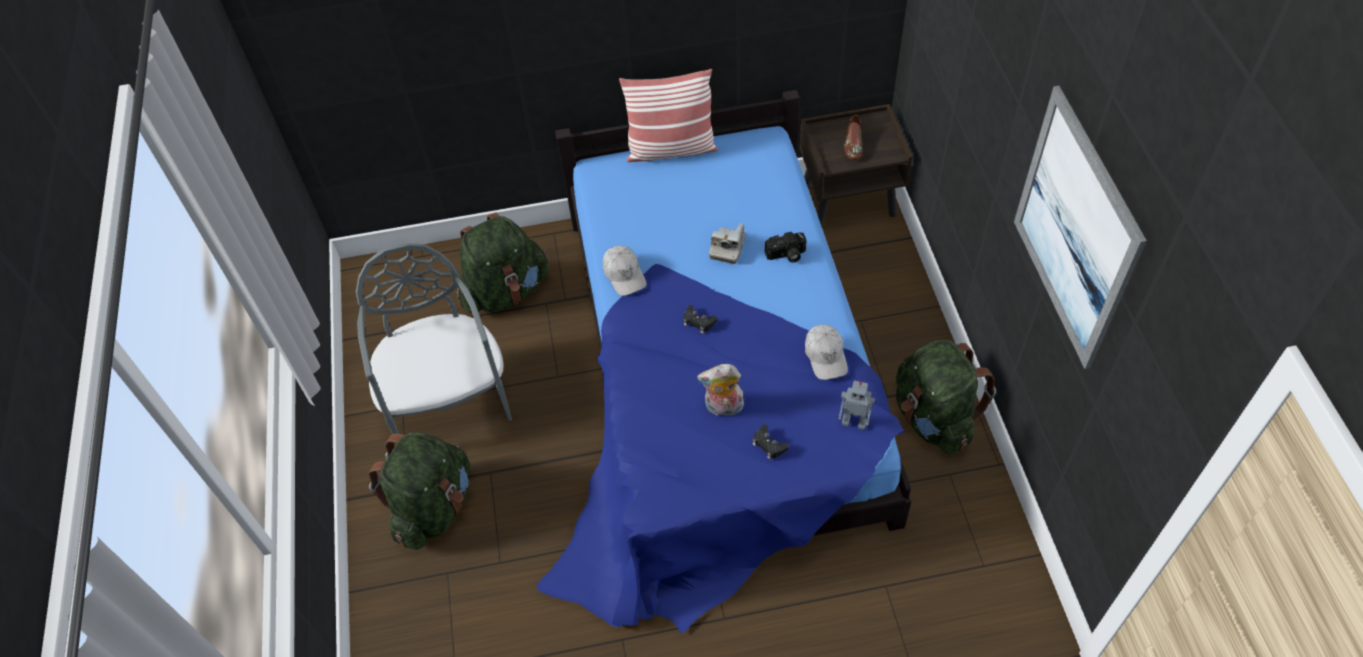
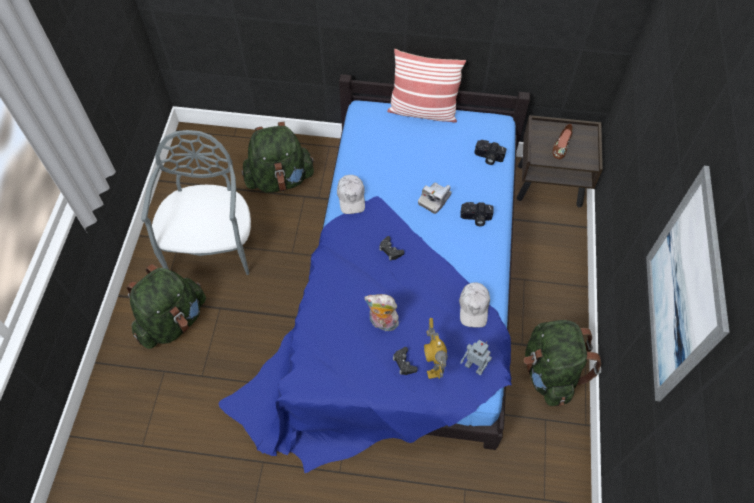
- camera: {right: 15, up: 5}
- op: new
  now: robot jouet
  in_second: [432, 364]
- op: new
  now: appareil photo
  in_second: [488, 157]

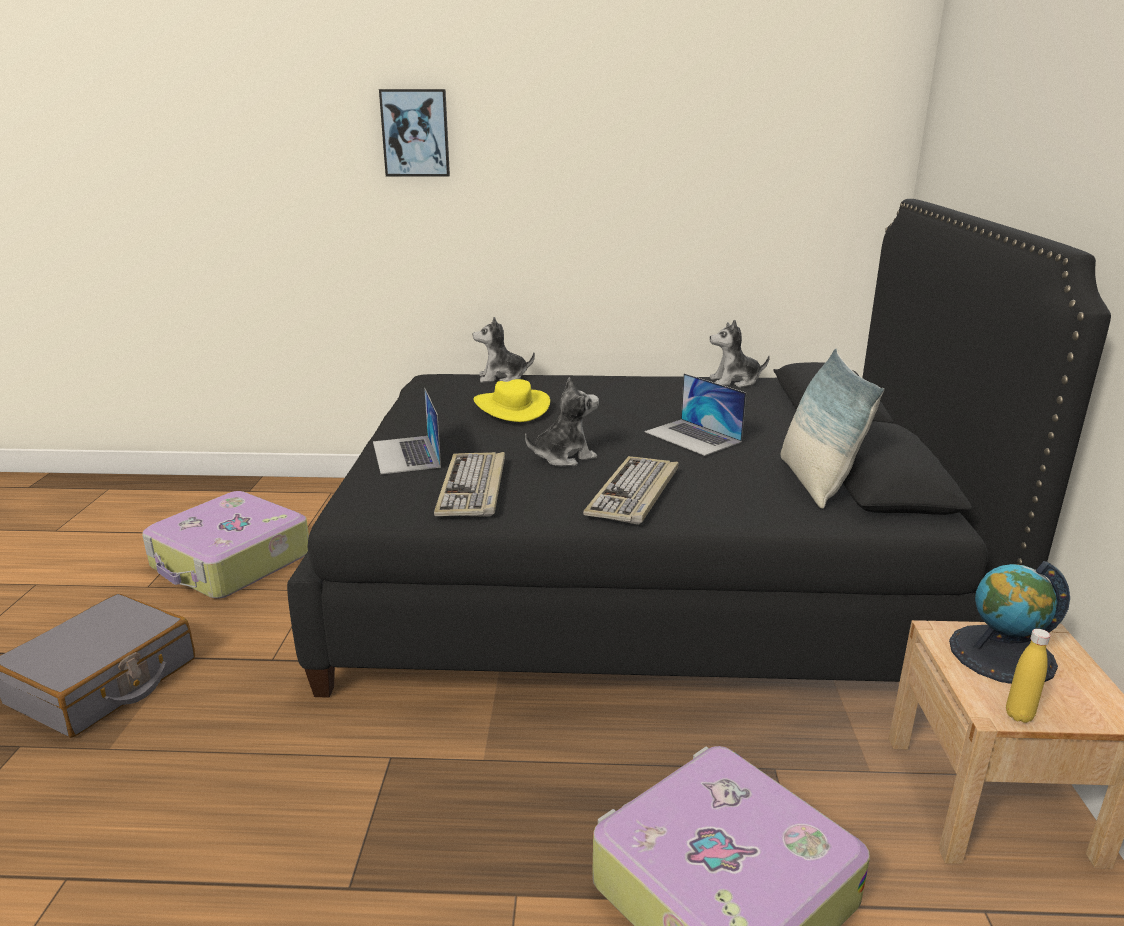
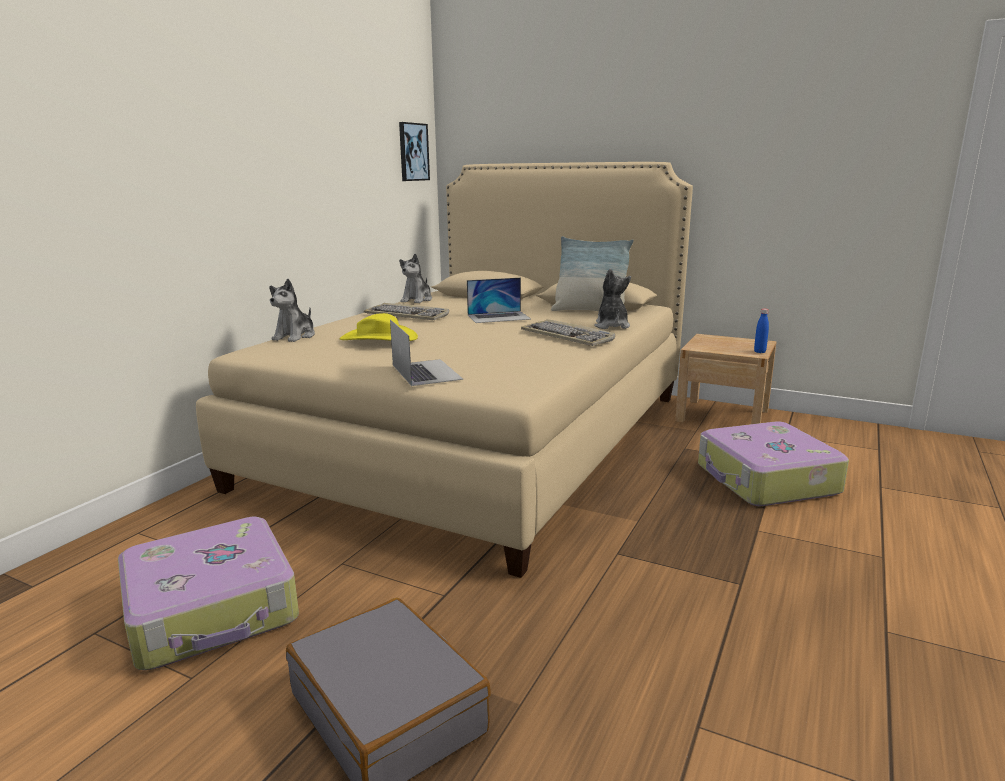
- camera: {right: -65, up: -5}
- op: repainted
  was: lit [noir]
  now: lit [beige]
  in_first: [641, 579]
  in_second: [479, 437]
- op: shifted
  was: clavier
  in_first: [473, 488]
  in_second: [408, 315]
- op: rotated
  was: ordinateur portable
  in_first: [406, 454]
  in_second: [426, 372]
  clockwise: -120
- op: shifted
  was: tableau
  in_first: [415, 133]
  in_second: [413, 152]
- op: shifted
  was: peluche
  in_first: [563, 457]
  in_second: [611, 326]
- op: repainted
  was: bouteille [jaune]
  now: bouteille [bleu]
  in_first: [1019, 715]
  in_second: [759, 352]
- op: gone
  was: globe
  in_first: [1002, 654]

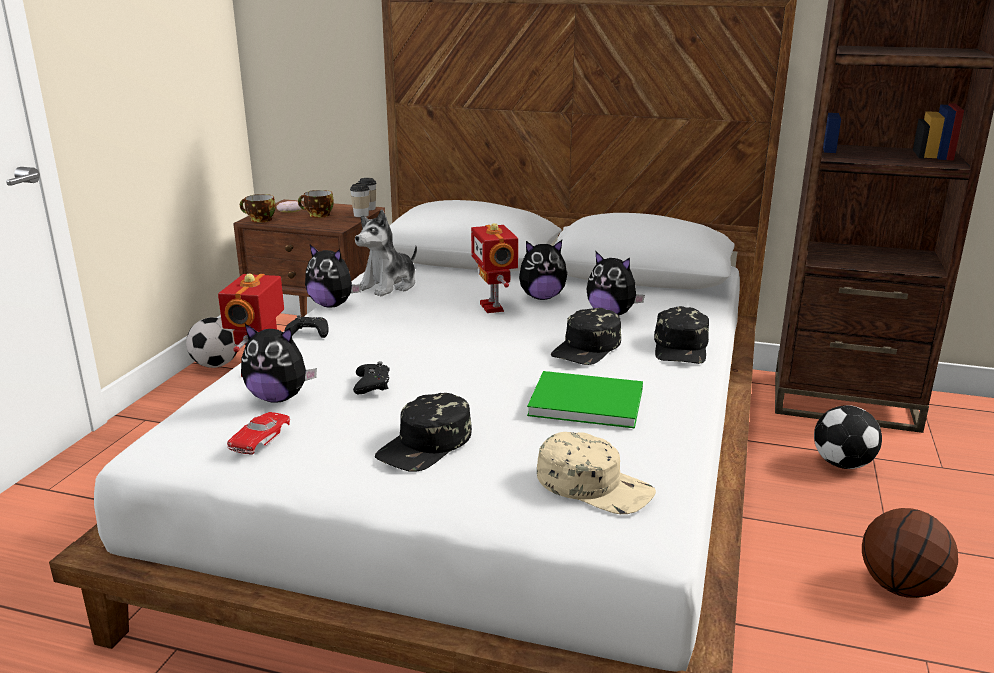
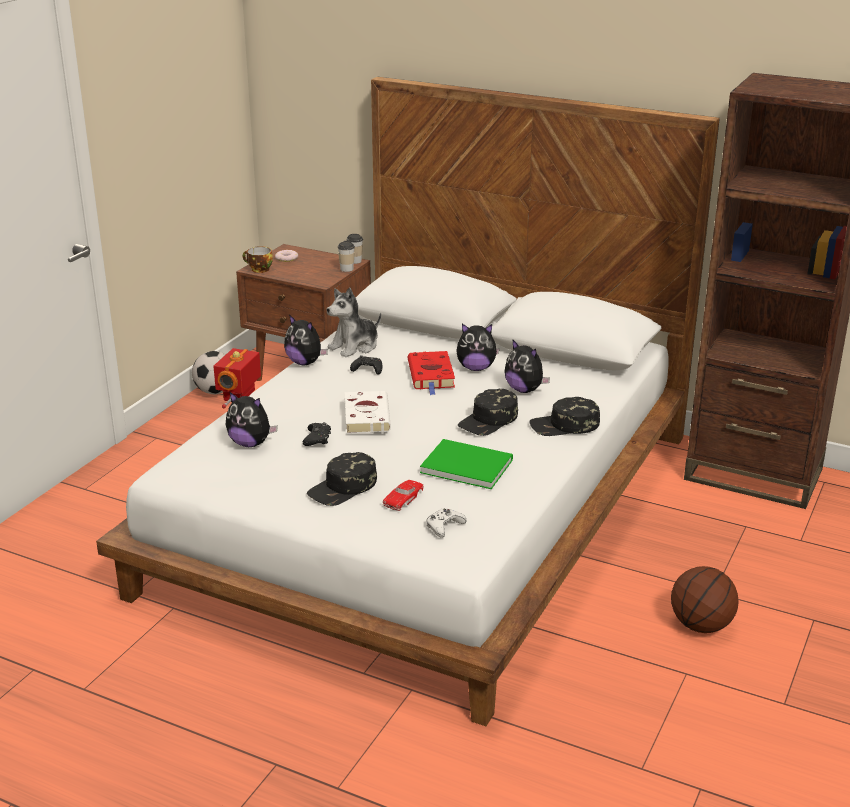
- camera: {right: 10, up: 5}
- op: new
  now: livre [blanc]
  in_second: [366, 415]
- op: shifted
  was: manette [noir]
  in_first: [309, 333]
  in_second: [367, 369]
- op: shifted
  was: petite voiture [rouge]
  in_first: [260, 437]
  in_second: [403, 498]
- op: swapped
  was: robot jouet
  now: livre [rouge]
  in_first: [493, 307]
  in_second: [431, 375]
- op: swapped
  was: casquette [beige]
  now: manette [blanc]
  in_first: [594, 485]
  in_second: [444, 526]
- op: rotated
  was: casquette [noir]
  in_first: [681, 347]
  in_second: [564, 425]
  clockwise: 60
- op: gone
  was: tasse
  in_first: [318, 215]
- op: gone
  was: ballon de foot
  in_first: [843, 464]

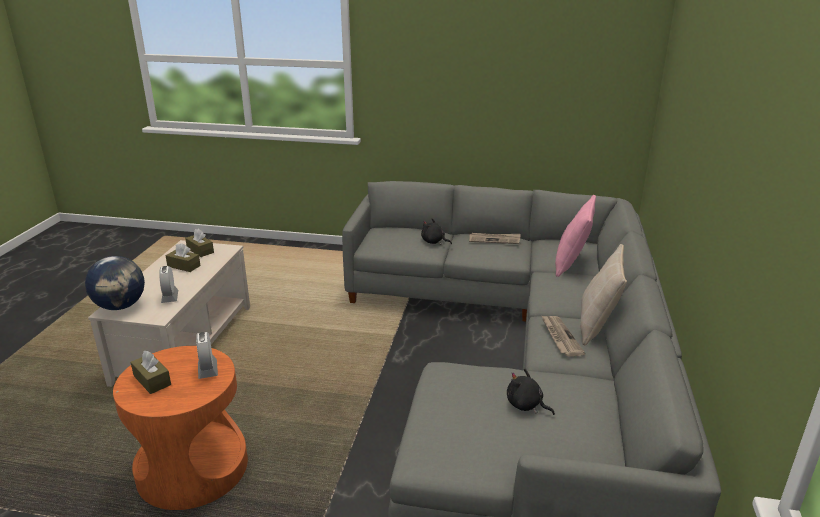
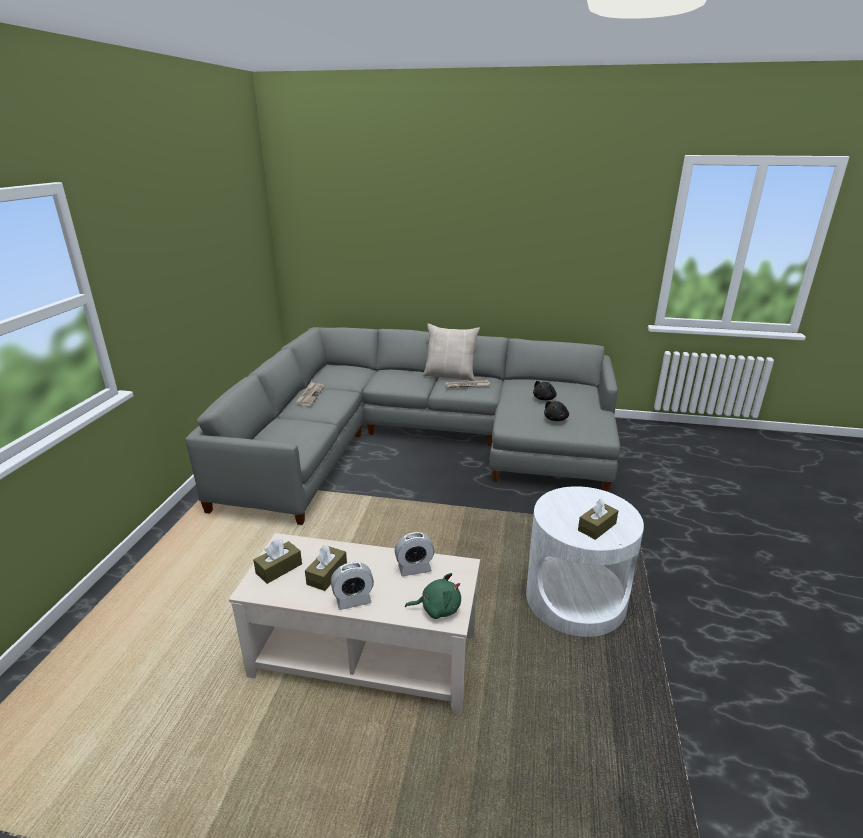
- camera: {right: -90, up: 0}
- op: shifted
  was: réveil
  in_first: [207, 369]
  in_second: [353, 600]
- op: swapped
  was: globe
  now: peluche [vert]
  in_first: [121, 306]
  in_second: [437, 608]
- op: repainted
  was: table d'appoint [orange]
  now: table d'appoint [blanc]
  in_first: [193, 469]
  in_second: [575, 599]
- op: shifted
  was: peluche [noir]
  in_first: [434, 242]
  in_second: [556, 419]
- op: gone
  was: coussin [rose]
  in_first: [571, 263]

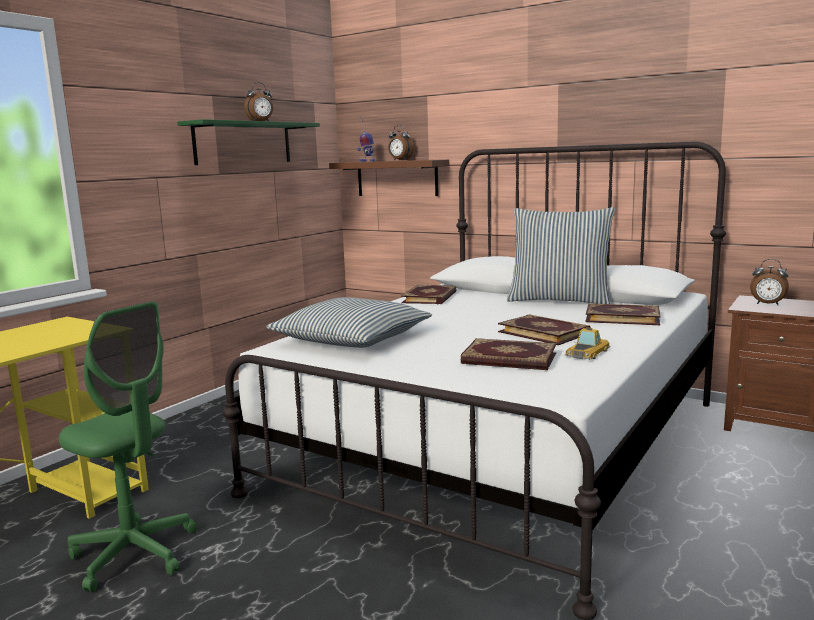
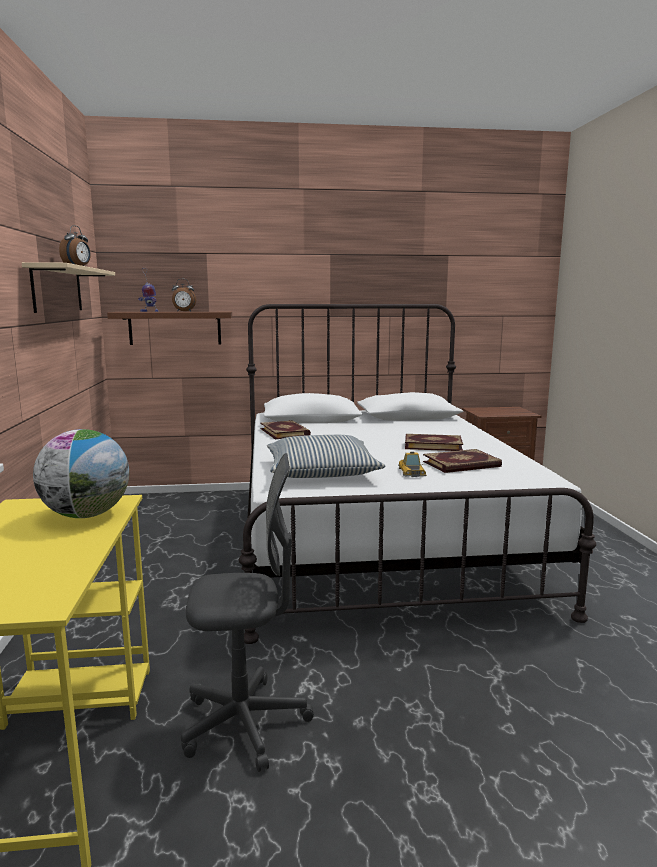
- camera: {right: -40, up: 0}
- op: repainted
  was: étagère [vert]
  now: étagère [beige]
  in_first: [243, 143]
  in_second: [57, 289]
- op: new
  now: globe
  in_second: [86, 515]
- op: repainted
  was: chaise de bureau [vert]
  now: chaise de bureau [gris]
  in_first: [134, 554]
  in_second: [245, 723]
- op: shifted
  was: petite voiture
  in_first: [588, 353]
  in_second: [411, 471]
- op: gone
  was: coussin
  in_first: [559, 300]
- op: gone
  was: livre
  in_first: [622, 317]
- op: gone
  was: réveil
  in_first: [767, 304]

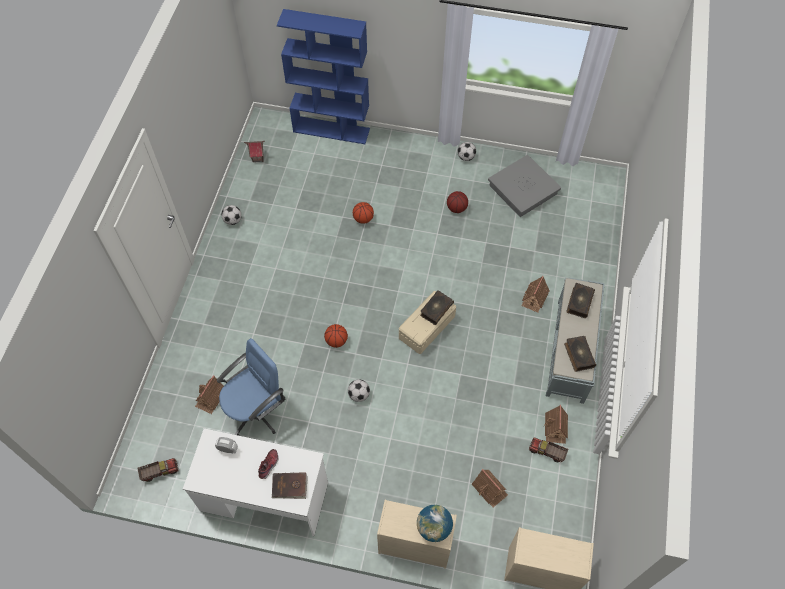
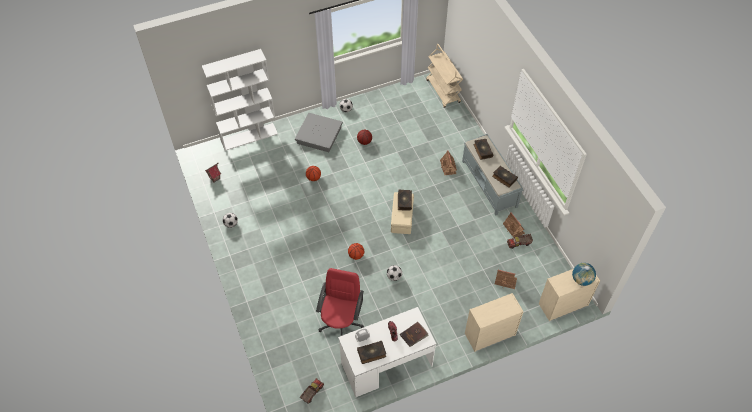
- camera: {right: -35, up: -5}
- op: repainted
  was: bibliothèque [bleu]
  now: bibliothèque [blanc]
  in_first: [332, 130]
  in_second: [249, 136]
- op: shifted
  was: boîte de rangement [gris]
  in_first: [523, 189]
  in_second: [319, 135]
- op: repainted
  was: chaise de bureau [bleu]
  now: chaise de bureau [rouge]
  in_first: [256, 410]
  in_second: [341, 322]
- op: new
  now: livre
  in_second: [371, 353]
- op: new
  now: chariot [beige]
  in_second: [443, 91]
- op: shifted
  was: globe
  in_first: [434, 527]
  in_second: [581, 279]
- op: gone
  was: maison miniature
  in_first: [211, 397]

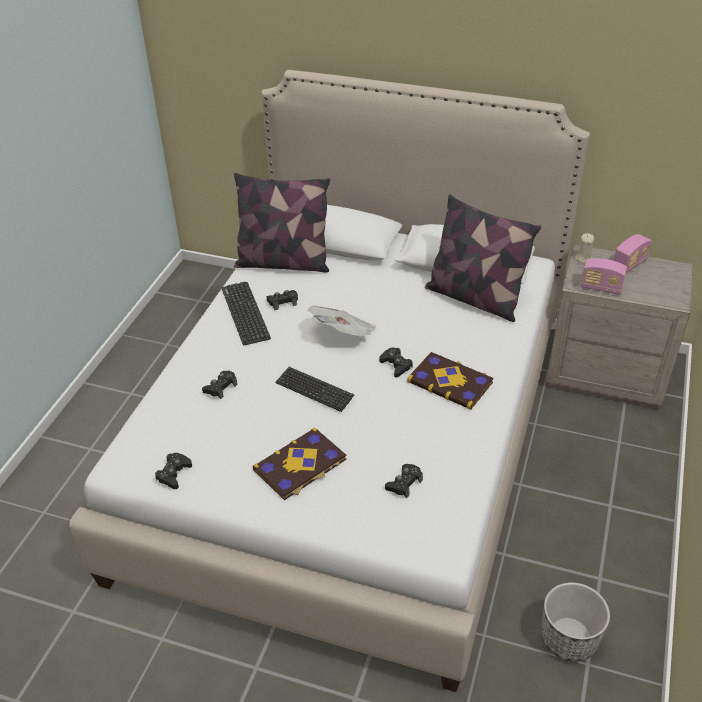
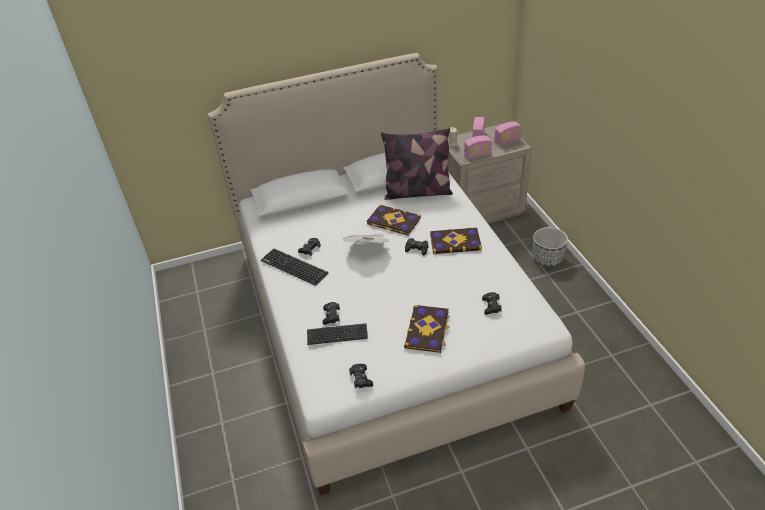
- camera: {right: -35, up: 0}
- op: shifted
  was: clavier
  in_first: [314, 390]
  in_second: [337, 335]
- op: new
  now: livre
  in_second: [393, 221]
- op: new
  now: radio
  in_second: [507, 141]
- op: shifted
  was: cache-pot
  in_first: [569, 639]
  in_second: [547, 259]
- op: gone
  was: coussin
  in_first: [283, 262]

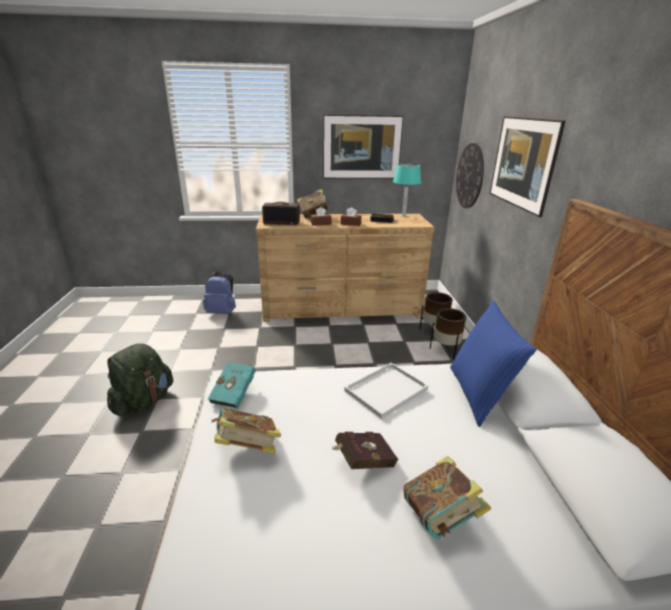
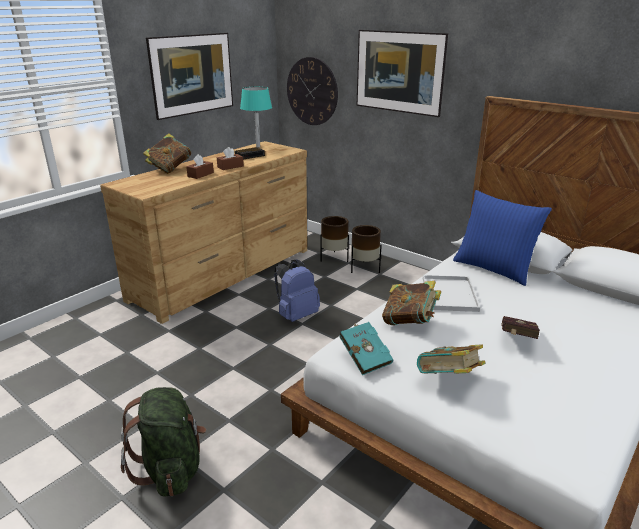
- camera: {right: -45, up: 0}
- op: shifted
  was: sac à dos [bleu]
  in_first: [222, 312]
  in_second: [296, 315]
- op: shifted
  was: livre
  in_first: [440, 517]
  in_second: [410, 322]
- op: gone
  was: radio
  in_first: [282, 222]

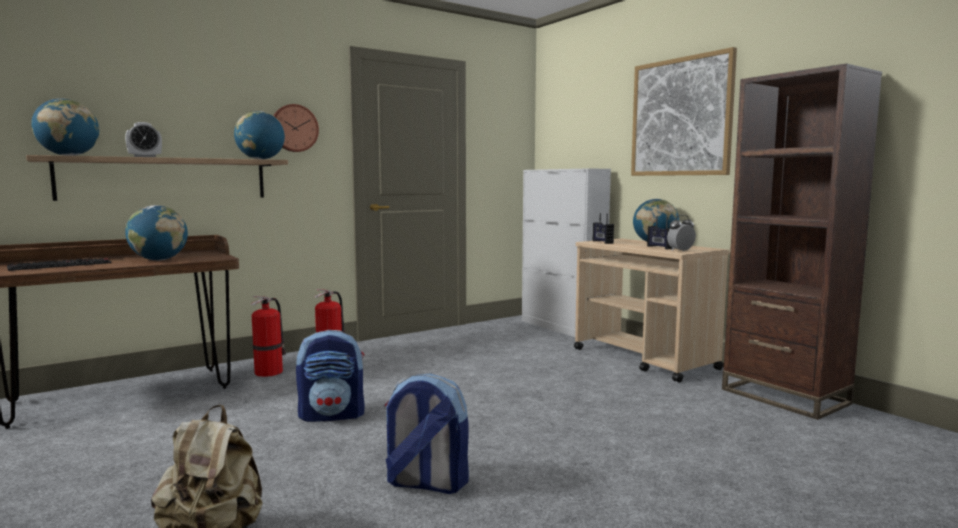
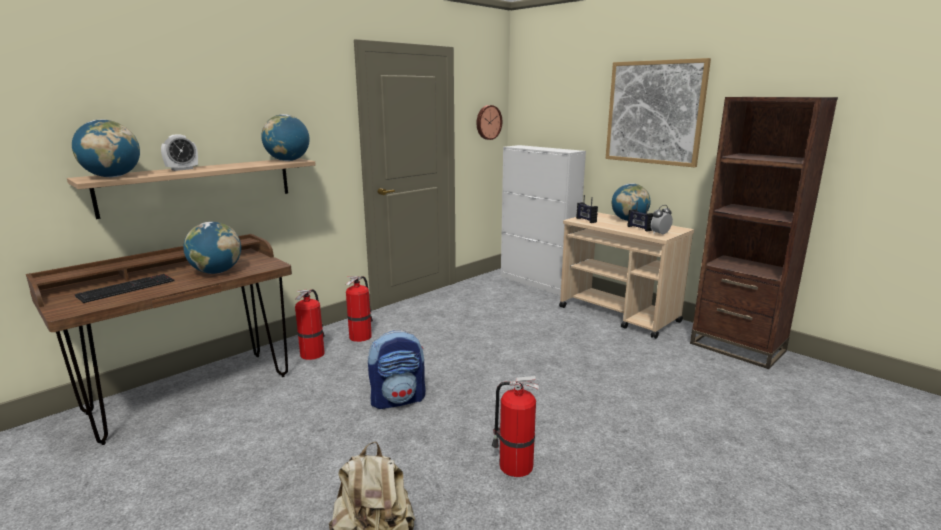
- camera: {right: -10, up: 10}
- op: shifted
  was: horloge murale
  in_first: [294, 128]
  in_second: [488, 122]
- op: swapped
  was: sac à dos
  now: extincteur
  in_first: [425, 483]
  in_second: [514, 465]

